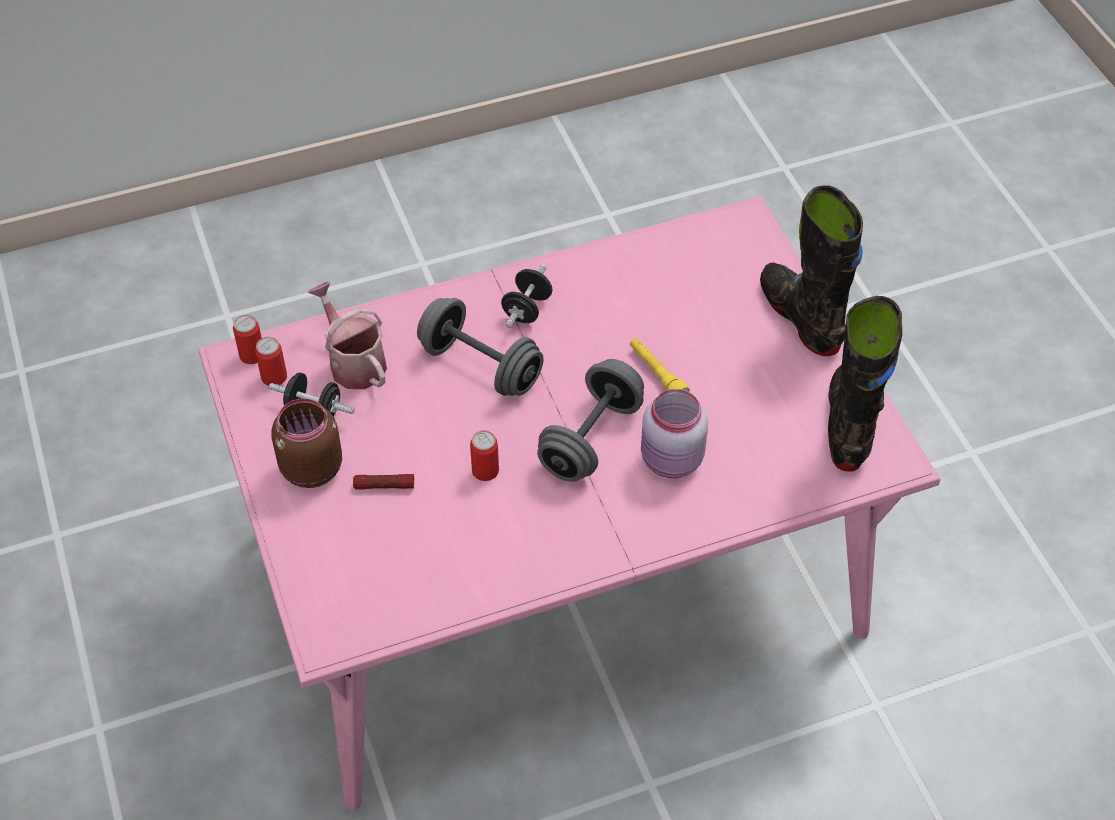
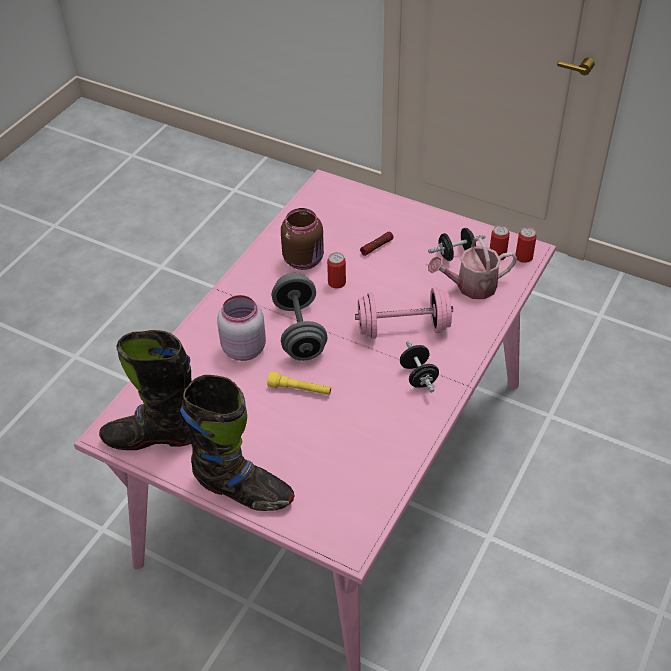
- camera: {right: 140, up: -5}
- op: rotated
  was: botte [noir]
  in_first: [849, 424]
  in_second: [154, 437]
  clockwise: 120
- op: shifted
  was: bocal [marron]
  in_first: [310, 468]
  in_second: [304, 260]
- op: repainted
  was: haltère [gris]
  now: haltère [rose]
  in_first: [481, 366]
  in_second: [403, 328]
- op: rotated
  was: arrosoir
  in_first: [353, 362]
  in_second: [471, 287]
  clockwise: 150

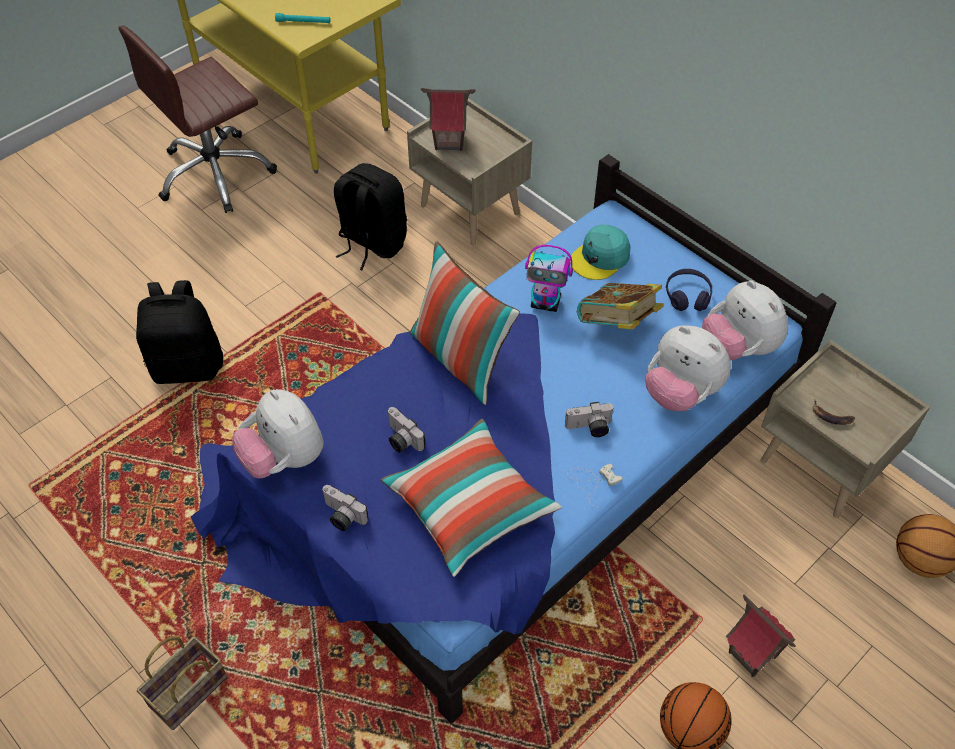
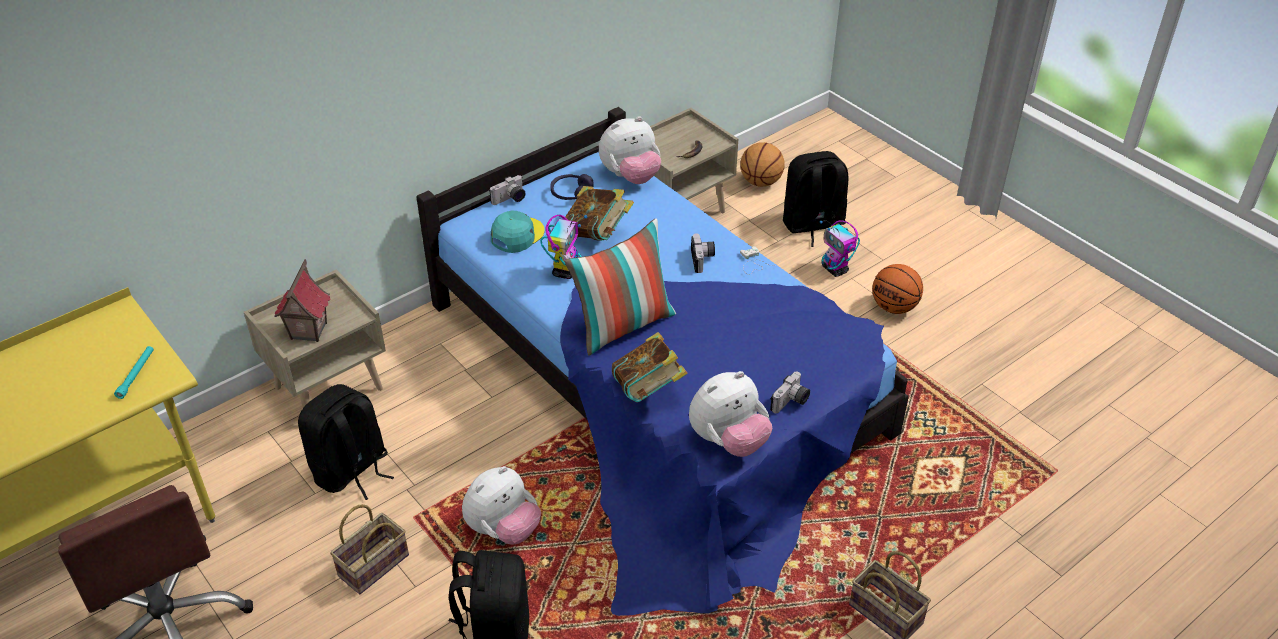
- camera: {right: -85, up: -10}
- op: new
  now: panier
  in_second: [373, 567]
- op: shifted
  was: peluche
  in_first: [681, 392]
  in_second: [503, 529]
- op: shifted
  was: appareil photo
  in_first: [401, 440]
  in_second: [510, 199]
- op: rotated
  was: casquette [turquoise]
  in_first: [600, 258]
  in_second: [517, 235]
  clockwise: -105
- op: new
  now: livre
  in_second: [648, 390]
- op: new
  now: sac à dos [noir]
  in_second: [813, 226]
- op: swapped
  was: maison miniature
  now: robot jouet
  in_first: [751, 655]
  in_second: [835, 270]
- op: gone
  was: coussin
  in_first: [469, 506]

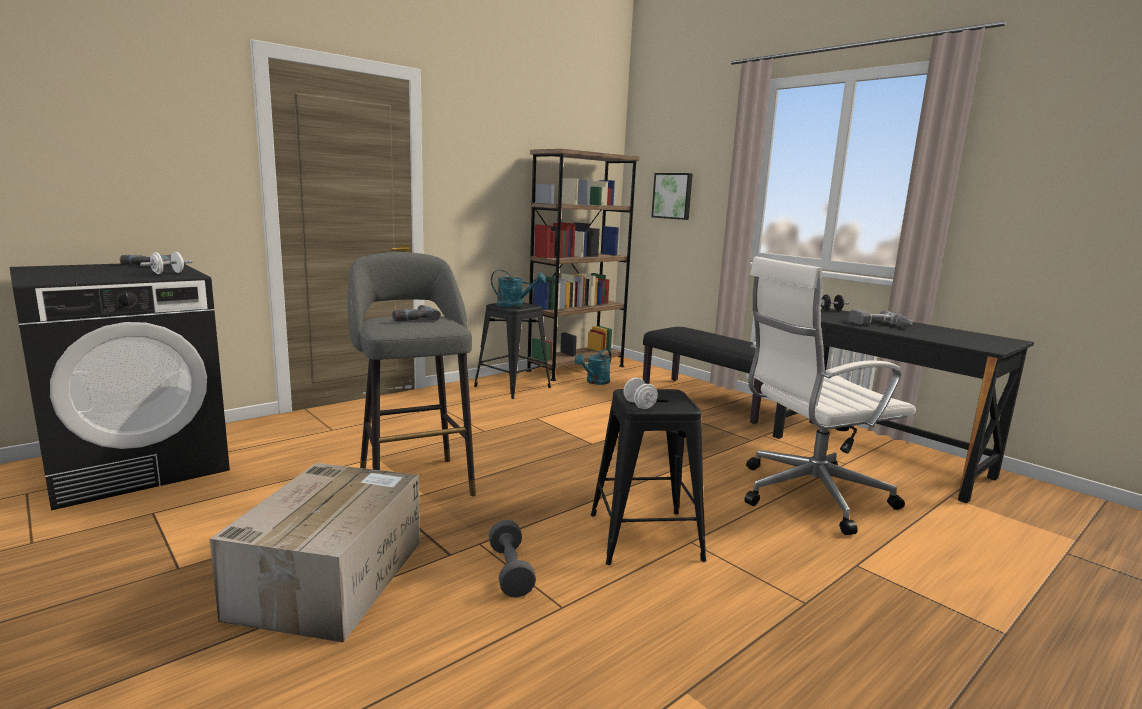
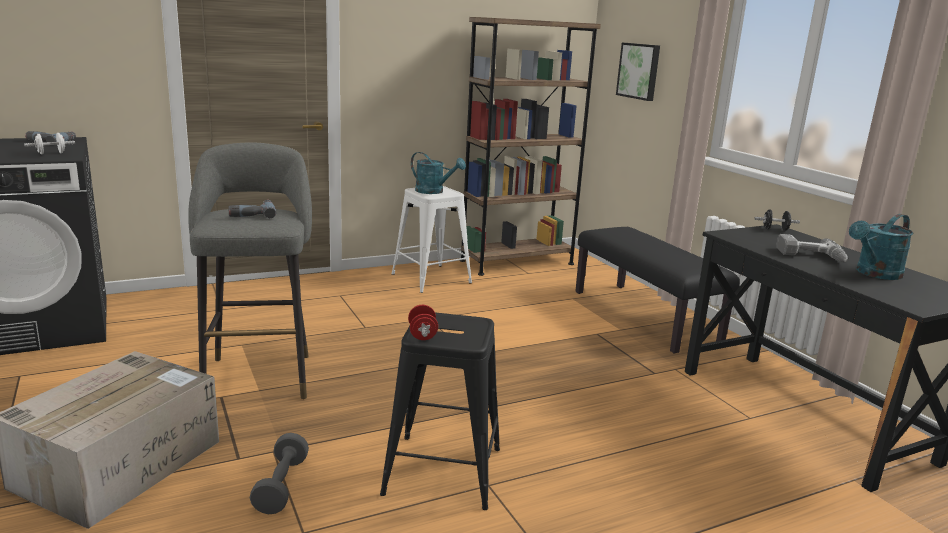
- camera: {right: 15, up: 5}
- op: repainted
  was: tabouret [noir]
  now: tabouret [blanc]
  in_first: [512, 387]
  in_second: [431, 278]
- op: repainted
  was: haltère [blanc]
  now: haltère [rouge]
  in_first: [639, 405]
  in_second: [422, 335]
- op: shifted
  was: arrosoir [turquoise]
  in_first: [595, 382]
  in_second: [874, 274]
- op: gone
  was: chaise de bureau [blanc]
  in_first: [808, 495]

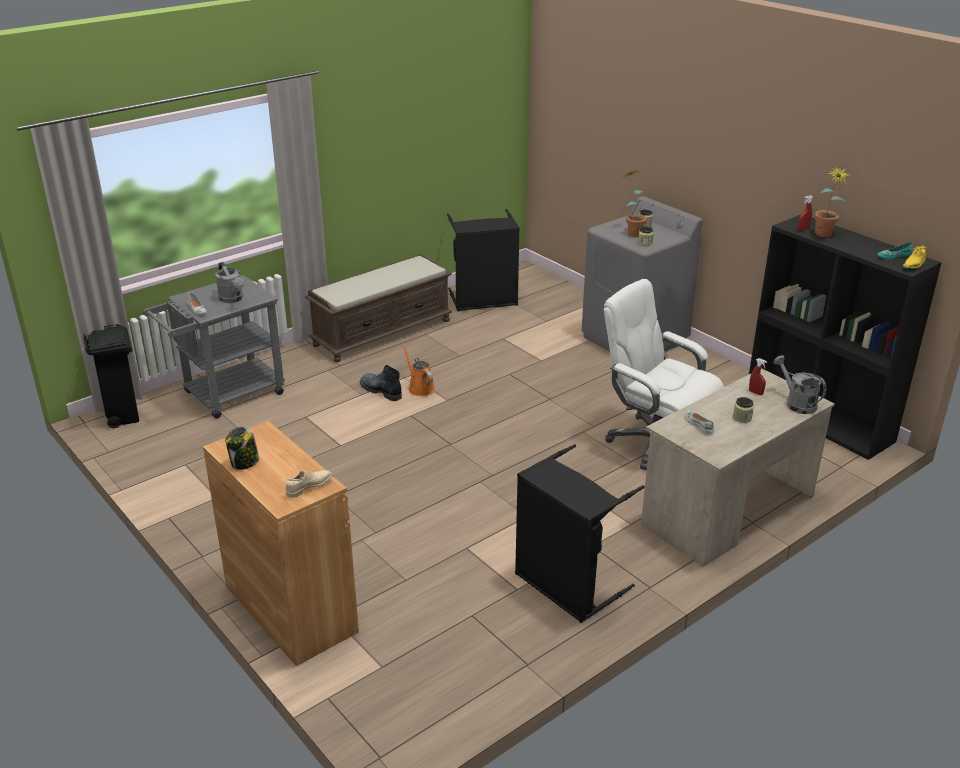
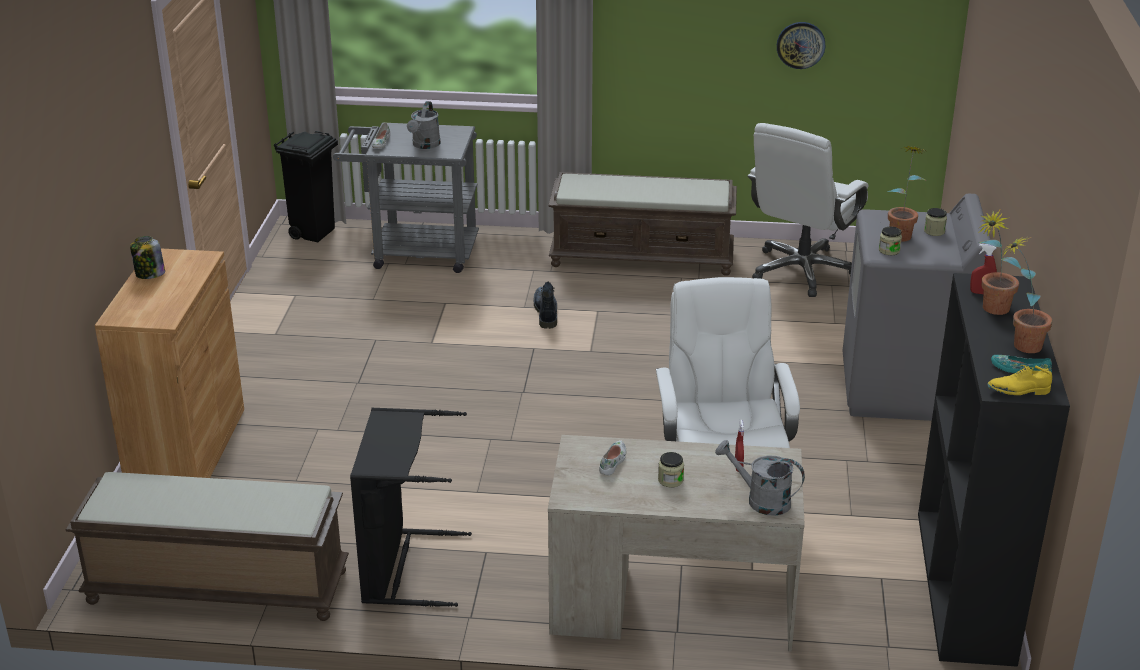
- camera: {right: 45, up: 0}
- op: new
  now: banc [marron]
  in_second: [215, 587]
- op: rotated
  was: arrosoir [gris]
  in_first: [796, 403]
  in_second: [761, 500]
  clockwise: -75
- op: swapped
  was: panier à linge [noir]
  now: chaise de bureau [blanc]
  in_first: [484, 301]
  in_second: [802, 271]
- op: new
  now: horloge murale
  in_second: [800, 45]
- op: new
  now: plante en pot
  in_second: [1018, 344]
- op: gone
  was: chaussure [beige]
  in_first: [309, 487]
- op: gone
  was: arrosoir [orange]
  in_first: [420, 388]

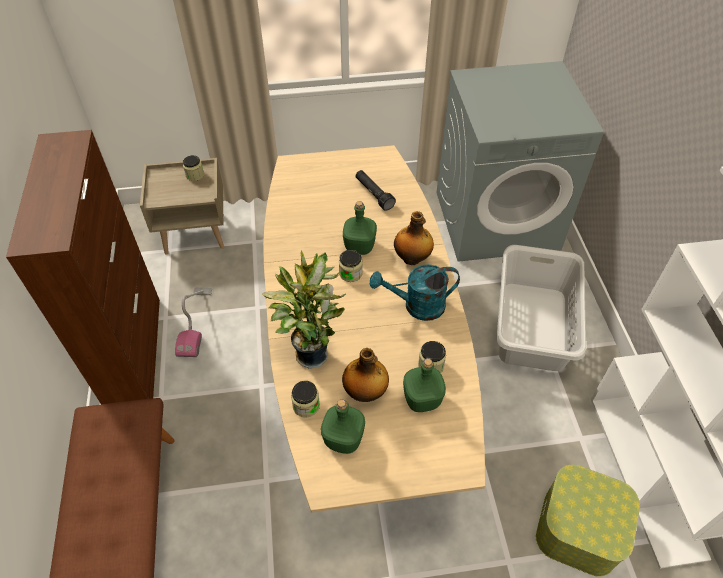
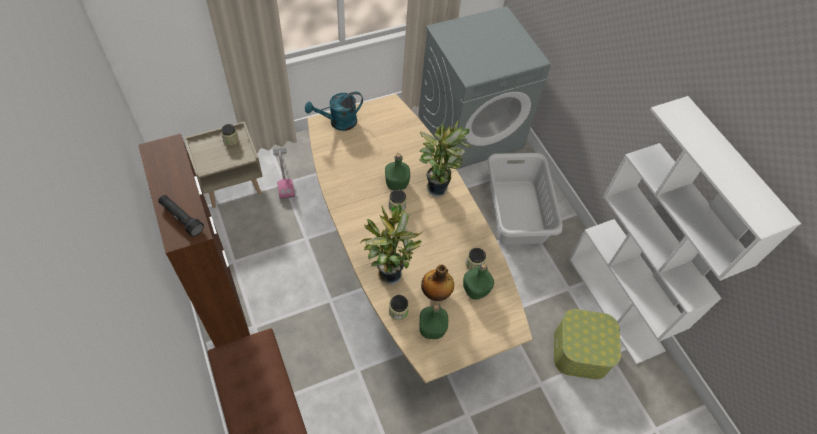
- camera: {right: -20, up: 5}
- op: shifted
  was: lampe de poche [noir]
  in_first: [373, 194]
  in_second: [181, 218]
- op: shifted
  was: aspirateur
  in_first: [195, 322]
  in_second: [283, 174]
- op: shifted
  was: arrosoir [turquoise]
  in_first: [417, 306]
  in_second: [338, 122]
- op: swapped
  was: bouteille
  now: plante en pot
  in_first: [412, 259]
  in_second: [438, 186]

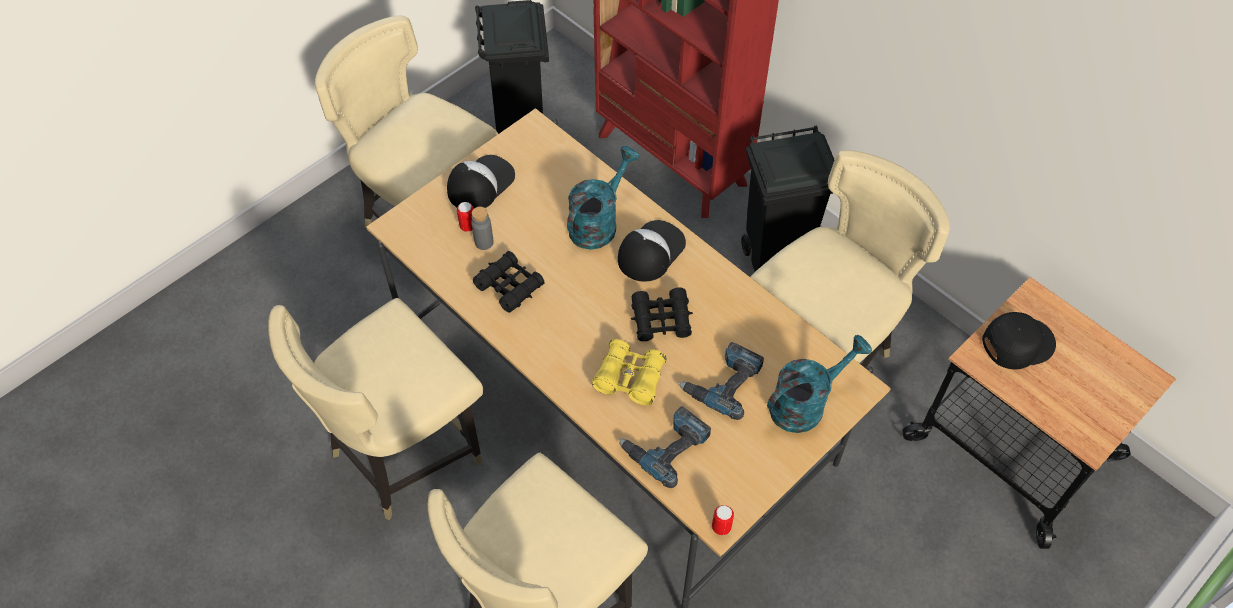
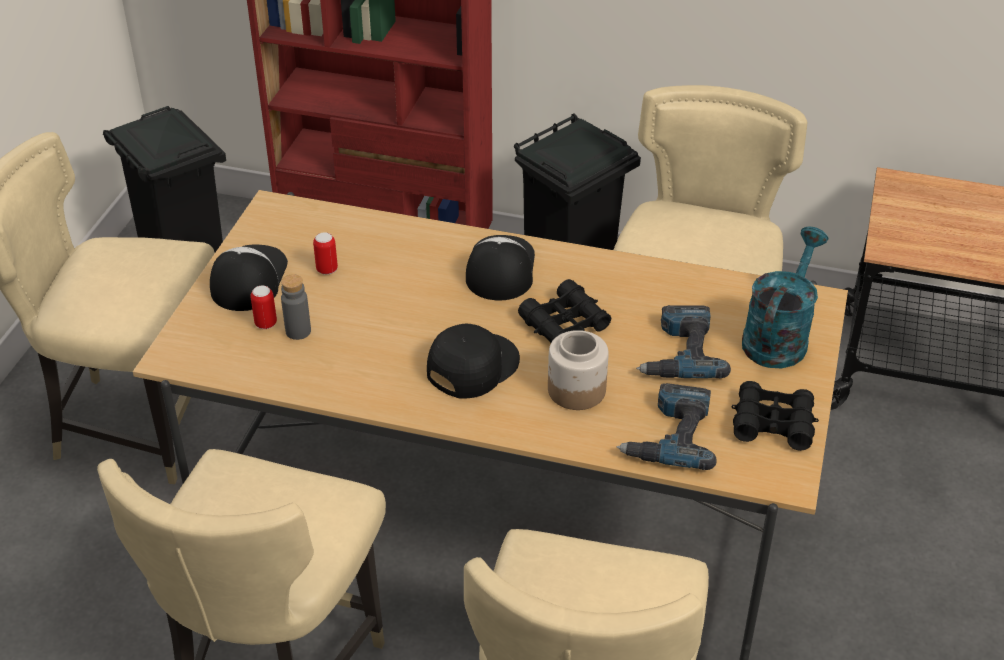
- camera: {right: -30, up: -15}
- op: shifted
  was: boîte métallique
  in_first: [721, 527]
  in_second: [327, 270]
- op: shifted
  was: casquette [noir]
  in_first: [1017, 342]
  in_second: [471, 365]
- op: swapped
  was: jumelles [jaune]
  now: bocal
  in_first: [629, 378]
  in_second: [576, 390]
- op: shifted
  was: jumelles [noir]
  in_first: [509, 286]
  in_second: [772, 423]
- op: gone
  was: arrosoir [turquoise]
  in_first: [598, 222]

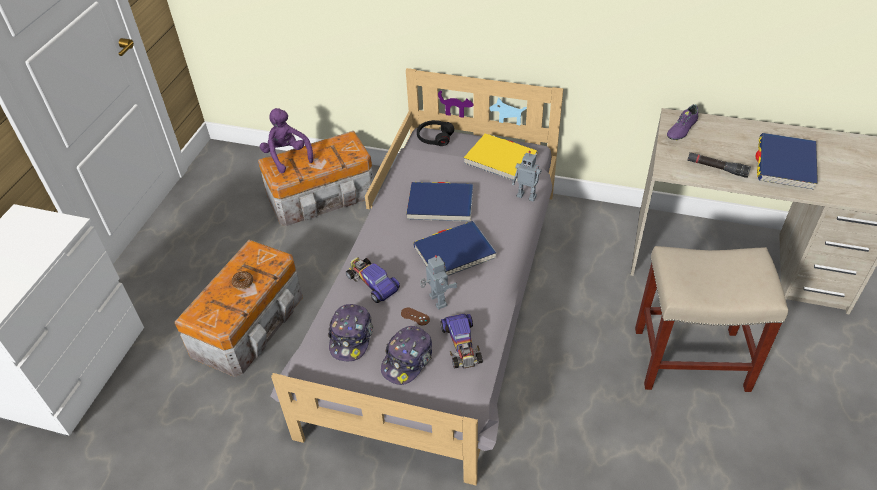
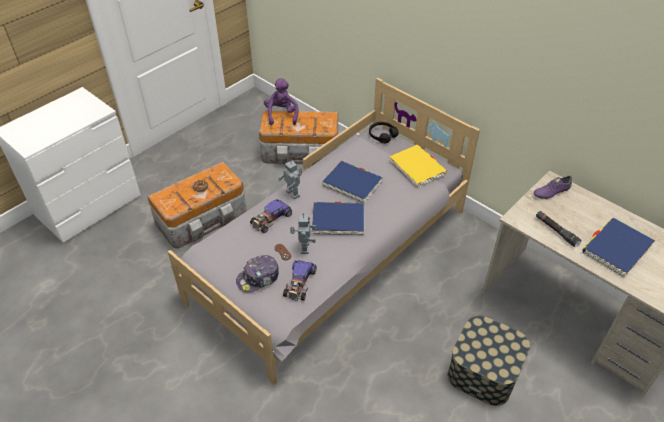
- camera: {right: 25, up: 0}
- op: rotated
  was: petite voiture
  in_first: [372, 283]
  in_second: [271, 219]
  clockwise: -120
- op: shifted
  was: robot jouet
  in_first: [527, 196]
  in_second: [293, 193]
- op: swapped
  was: tabouret [beige]
  now: boîte de rangement
  in_first: [689, 359]
  in_second: [483, 371]
- op: gone
  was: casquette
  in_first: [351, 337]

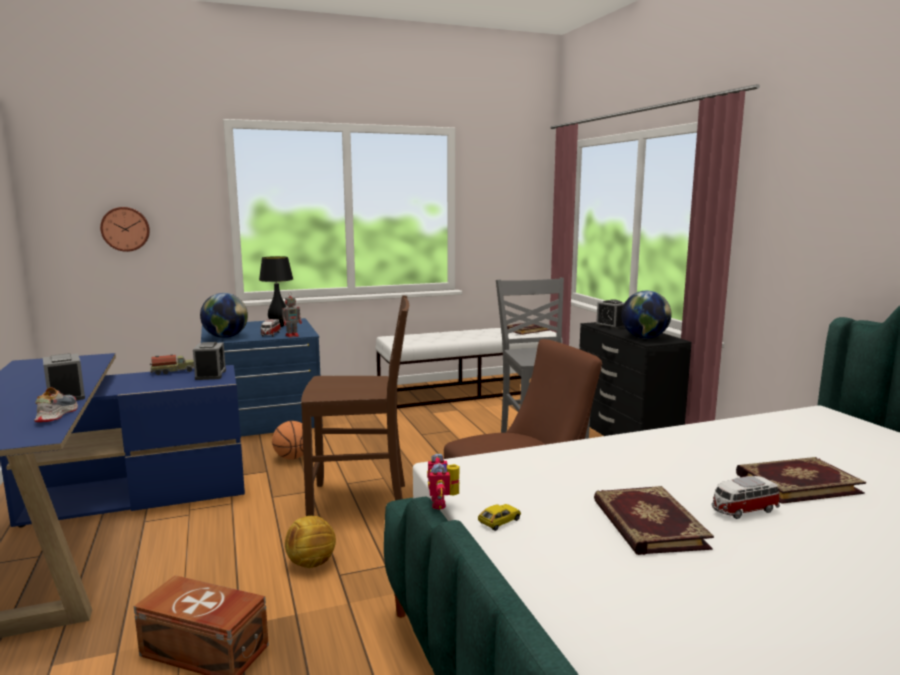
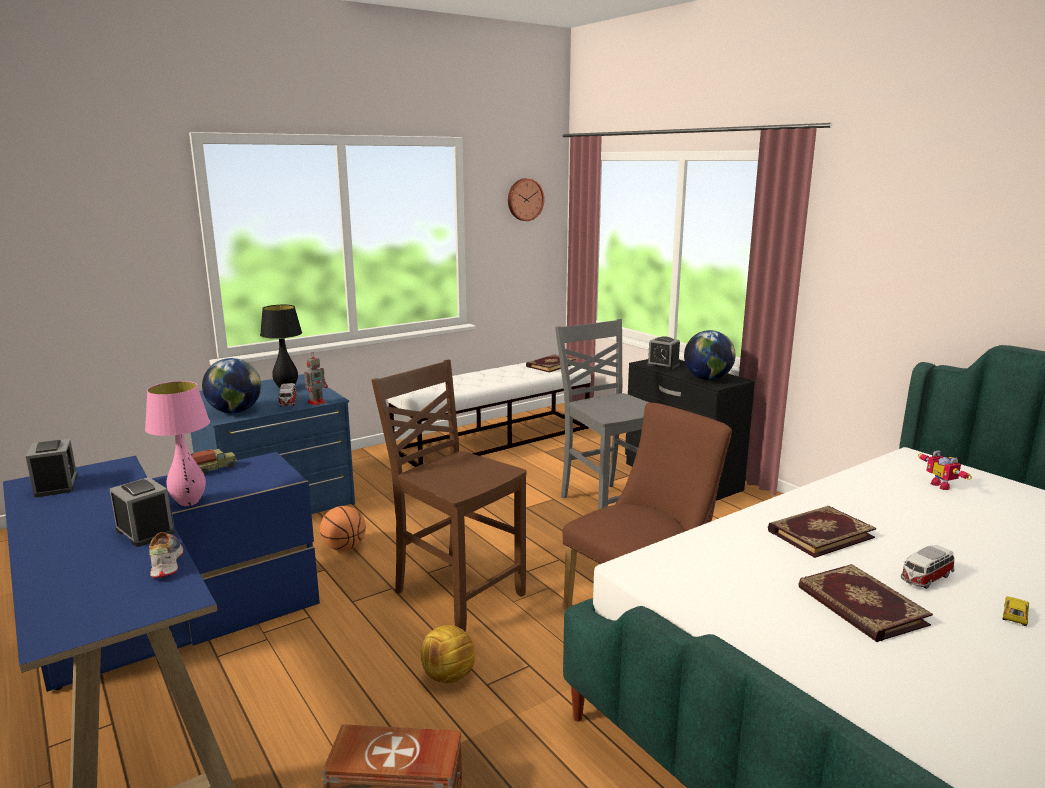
- camera: {right: -15, up: 5}
- op: shifted
  was: réveil
  in_first: [210, 375]
  in_second: [56, 485]
- op: new
  now: lampe de table [rose]
  in_second: [189, 503]
- op: rotated
  was: chaise [marron]
  in_first: [361, 501]
  in_second: [456, 593]
  clockwise: -120
- op: shifted
  was: horloge murale
  in_first: [125, 229]
  in_second: [524, 199]
- op: shifted
  was: livre
  in_first: [796, 483]
  in_second: [819, 533]
- op: shifted
  was: robot jouet
  in_first: [443, 503]
  in_second: [942, 485]
- op: shifted
  was: petite voiture
  in_first: [499, 521]
  in_second: [1015, 615]

